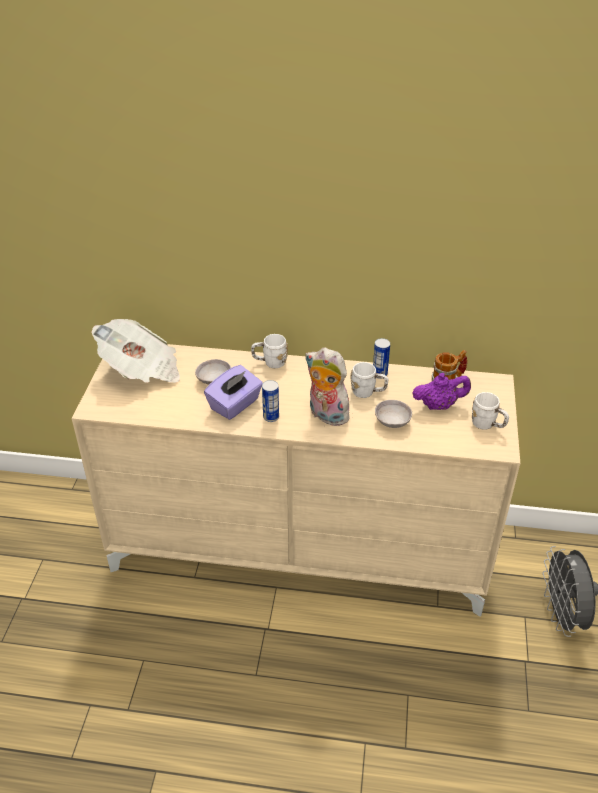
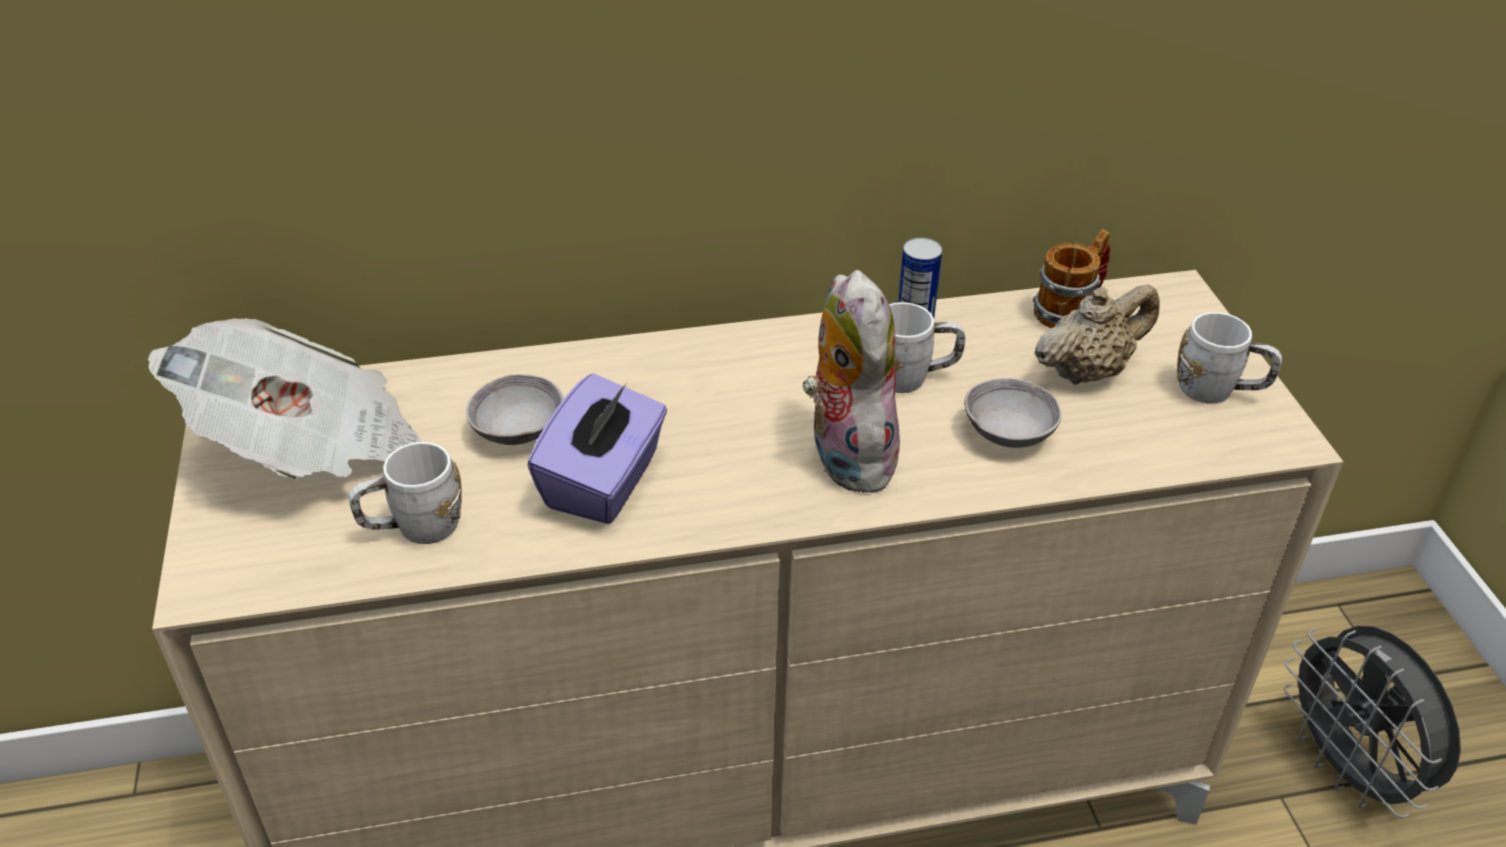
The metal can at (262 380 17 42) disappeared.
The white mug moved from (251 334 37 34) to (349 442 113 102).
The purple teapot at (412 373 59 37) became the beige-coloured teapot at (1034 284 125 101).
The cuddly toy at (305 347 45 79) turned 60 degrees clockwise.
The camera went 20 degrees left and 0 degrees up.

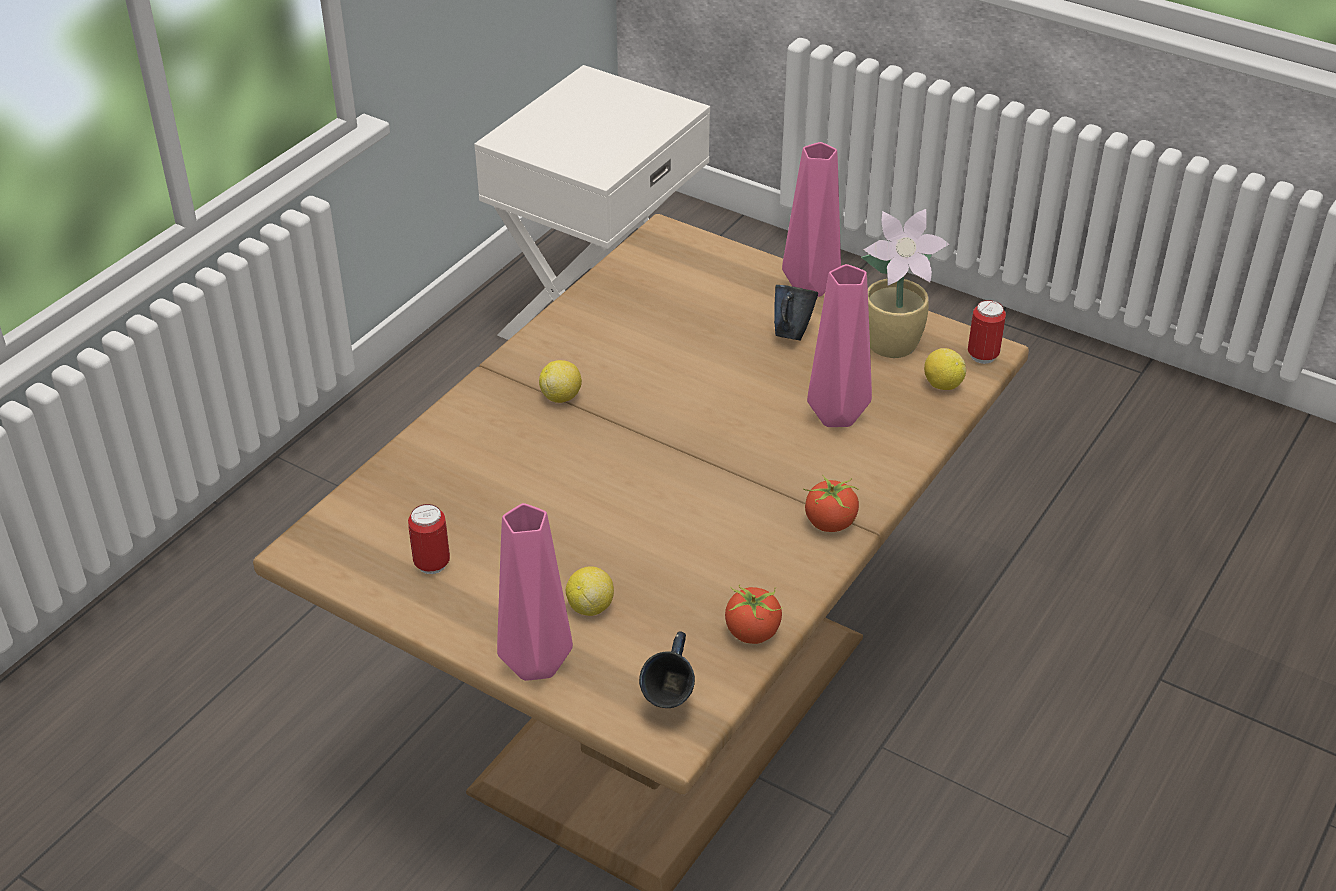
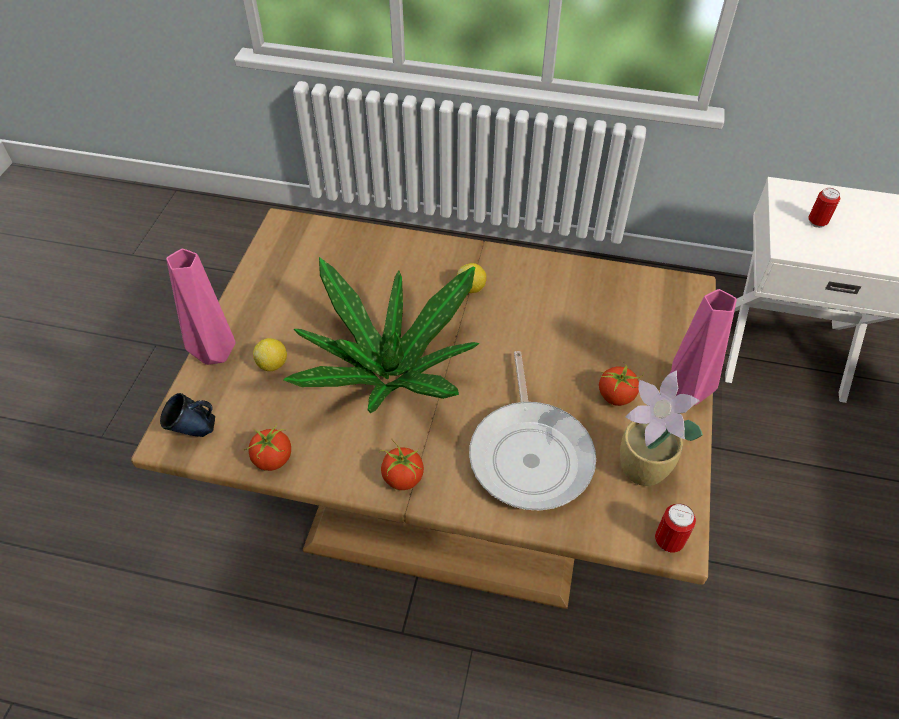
The citrus fruit at (924 348 42 42) disappeared.
The houseplant at (284 257 195 156) appeared.
The metal can moved from (408 504 42 70) to (808 188 32 40).
The blue-coloured mug at (774 285 44 56) was replaced by the whole tomato at (599 363 45 43).
The pink-coloured decorative vase at (807 264 65 163) was replaced by the pan at (469 351 127 159).
The camera went 70 degrees right and 10 degrees up.

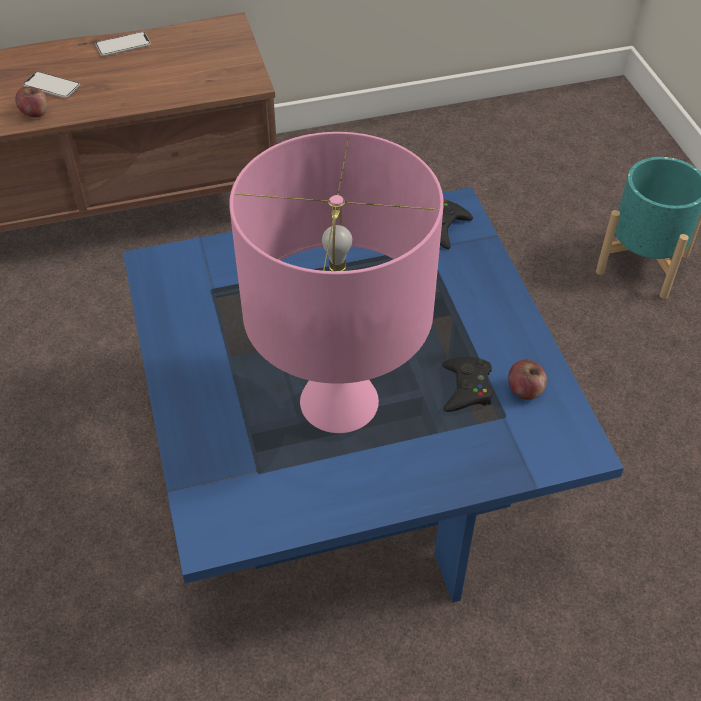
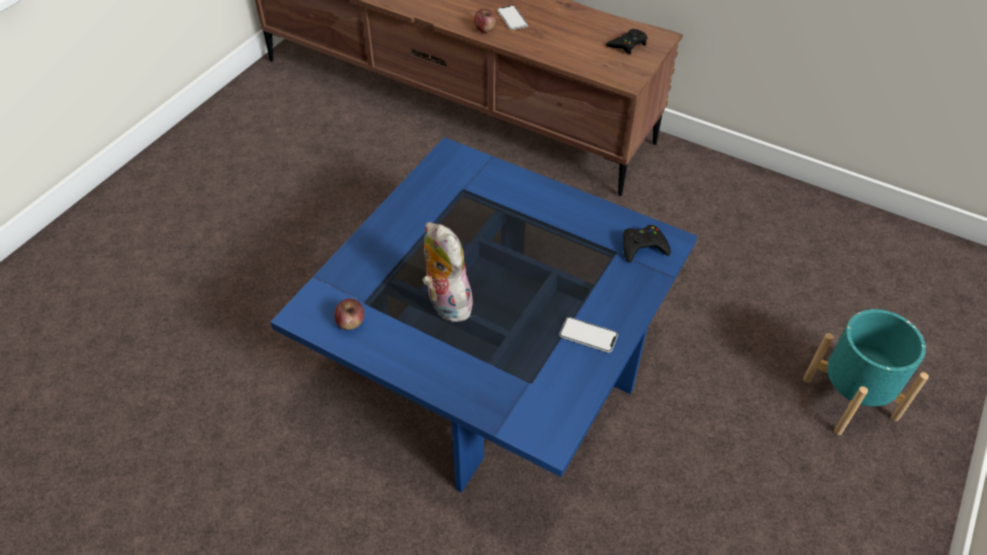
The telephone moved from (95 32 56 24) to (559 317 59 36).
The black-coloured gamepad moved from (442 357 51 55) to (606 29 42 25).
The apple fruit moved from (508 360 39 40) to (334 299 30 31).
The pink-coloured tabletop lamp at (229 132 215 301) was replaced by the cuddly toy at (422 222 54 100).
The camera went 45 degrees right and 0 degrees up.

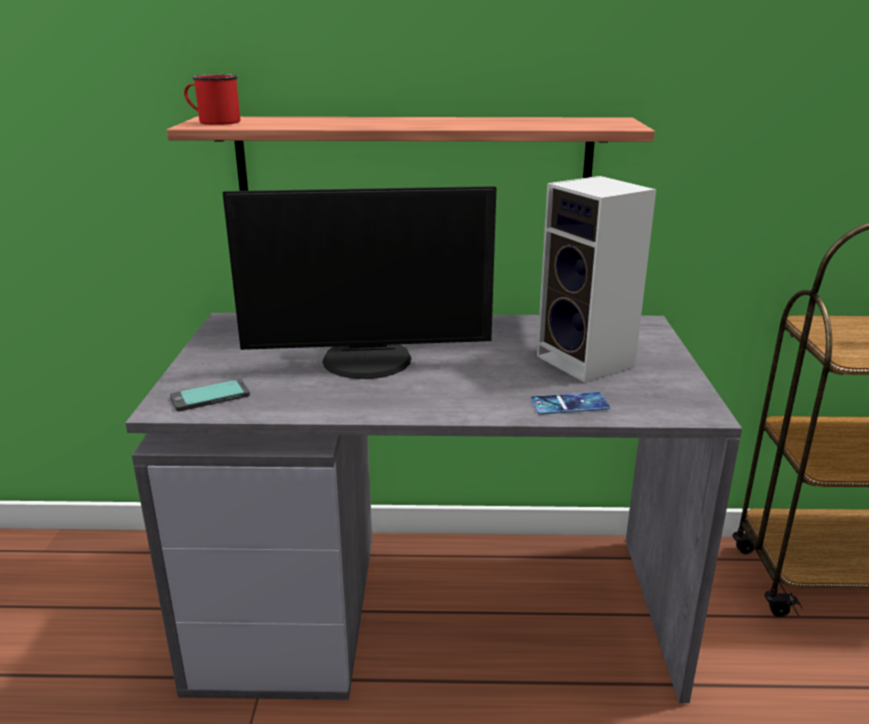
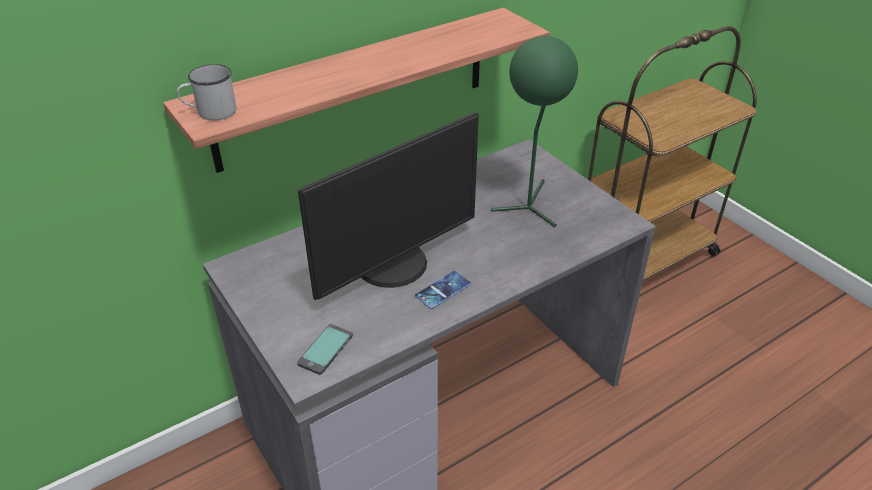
The telephone moved from (531 392 79 22) to (415 270 56 39).
The speaker at (537 176 119 207) was replaced by the green tabletop lamp at (491 36 87 191).
The red mug at (184 74 56 51) became the white mug at (177 64 60 56).
The camera went 35 degrees left and 15 degrees up.

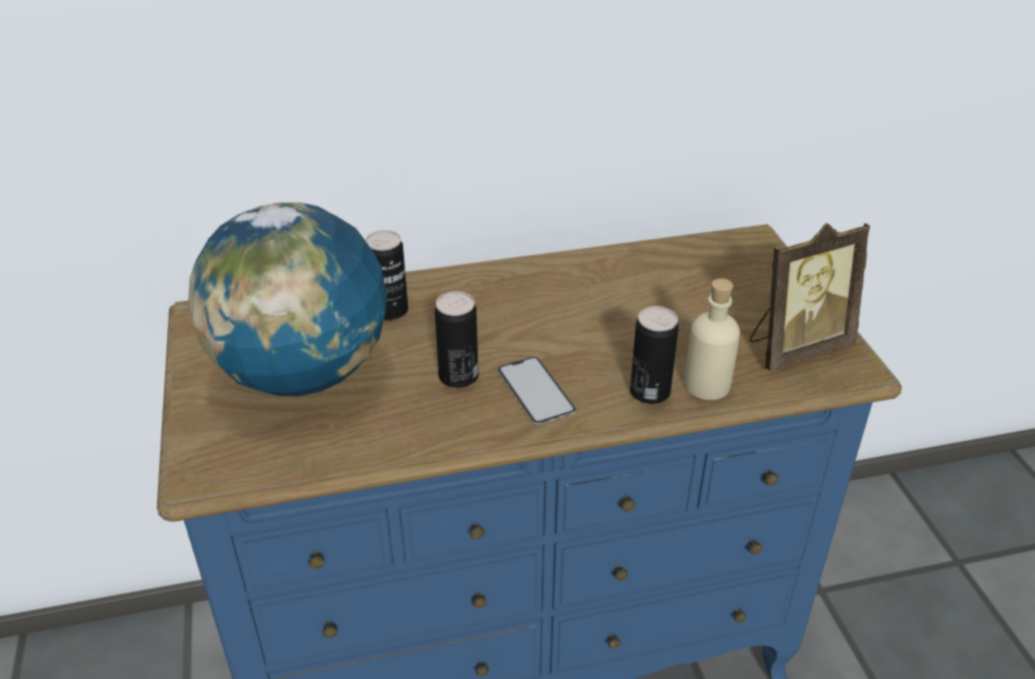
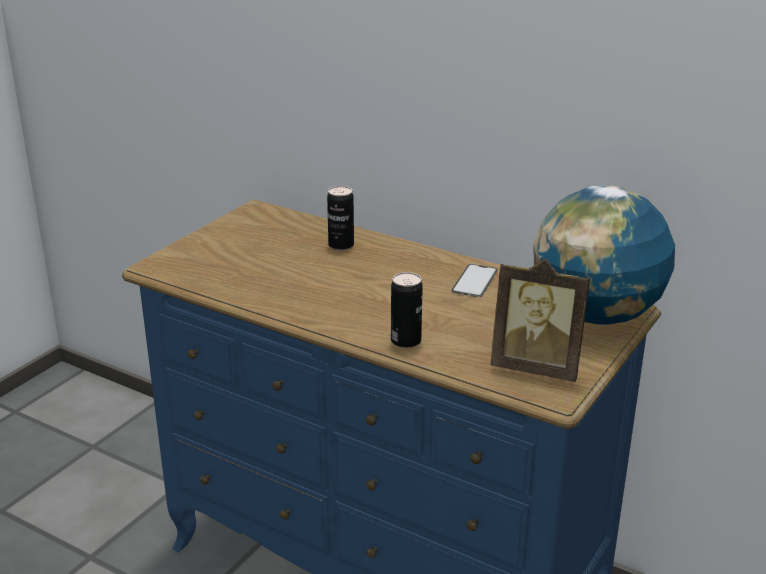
The metal can at (435 291 43 97) disappeared.
The beige-coloured drink bottle at (684 278 56 122) disappeared.
The desk globe moved from (188 202 199 194) to (533 185 142 140).
The telephone moved from (498 357 78 68) to (451 264 47 33).
The camera went 45 degrees right and 10 degrees down.

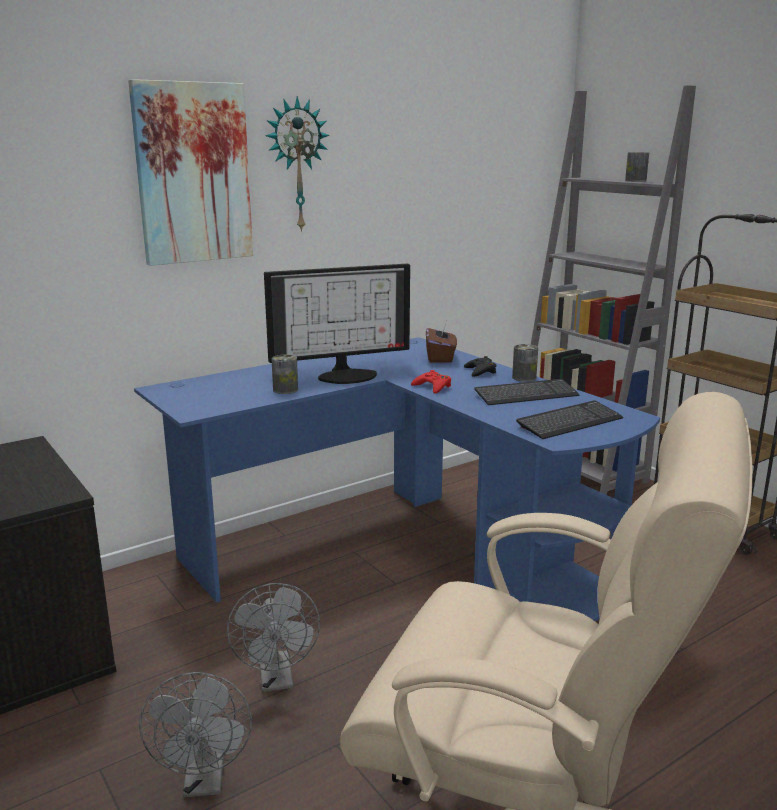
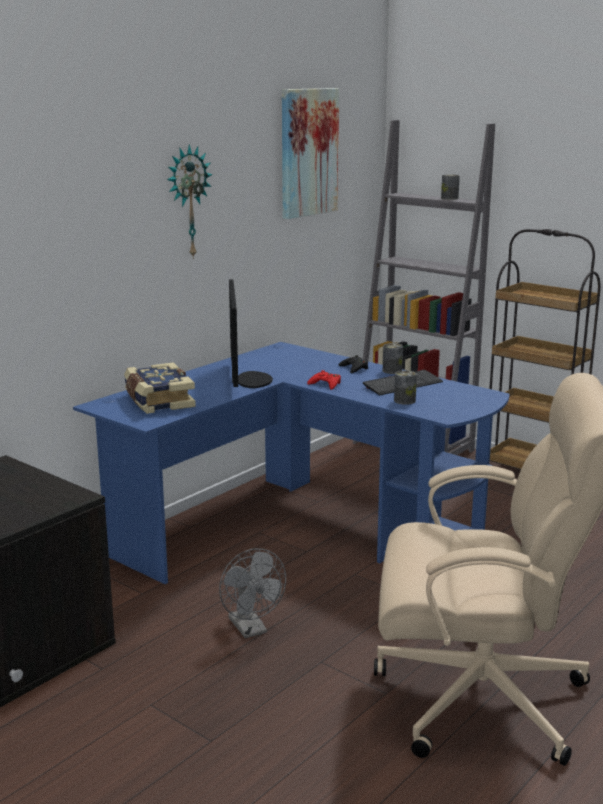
The grey fan at (139 672 113 125) disappeared.
The brown-coloured tissue holder at (426 323 31 40) disappeared.
The keyboard at (516 401 107 38) disappeared.
The book at (124 362 72 52) appeared.
The wall art moved from (128 79 125 187) to (282 88 57 131).
The metal can moved from (271 355 27 39) to (394 370 23 35).
The monitor at (264 263 146 121) turned 60 degrees counterclockwise.
The camera went 15 degrees left and 0 degrees up.

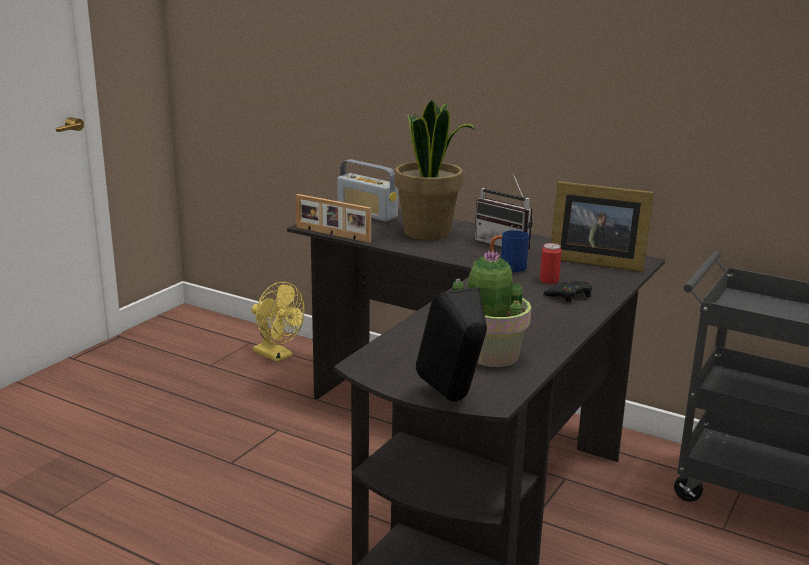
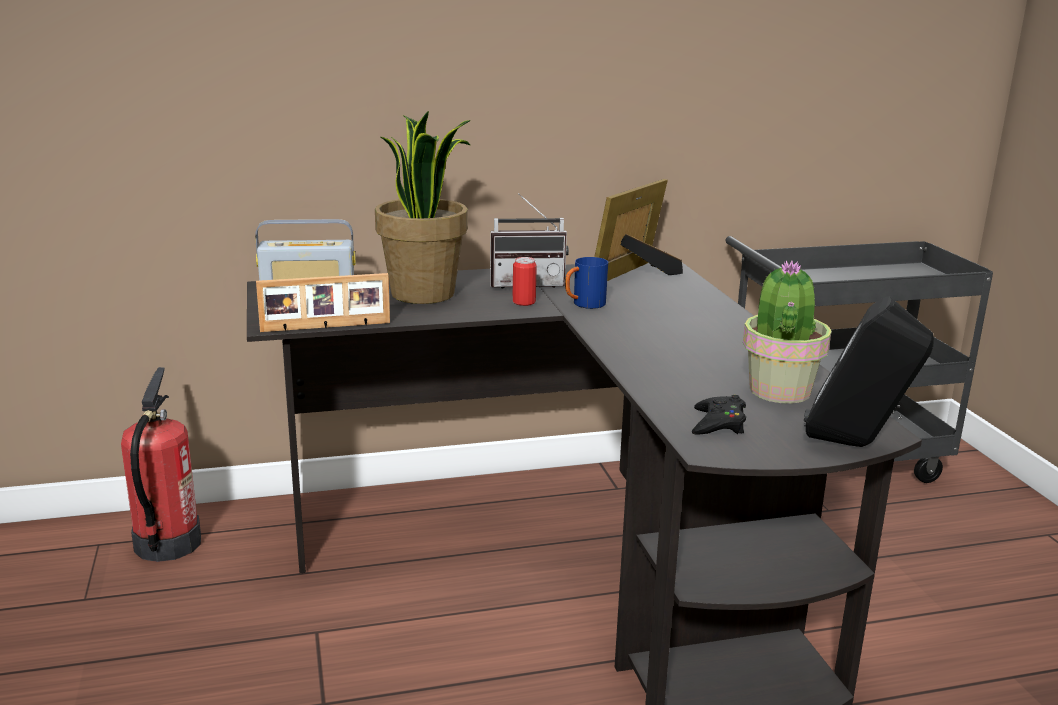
The metal can moved from (540 243 22 41) to (512 257 25 49).
The black-coloured gamepad moved from (544 280 48 23) to (692 395 54 40).
The yellowish fan at (251 282 54 80) was replaced by the extinguisher at (121 367 80 195).
The standing frame at (551 181 103 91) turned 150 degrees clockwise.
The camera went 45 degrees left and 0 degrees up.

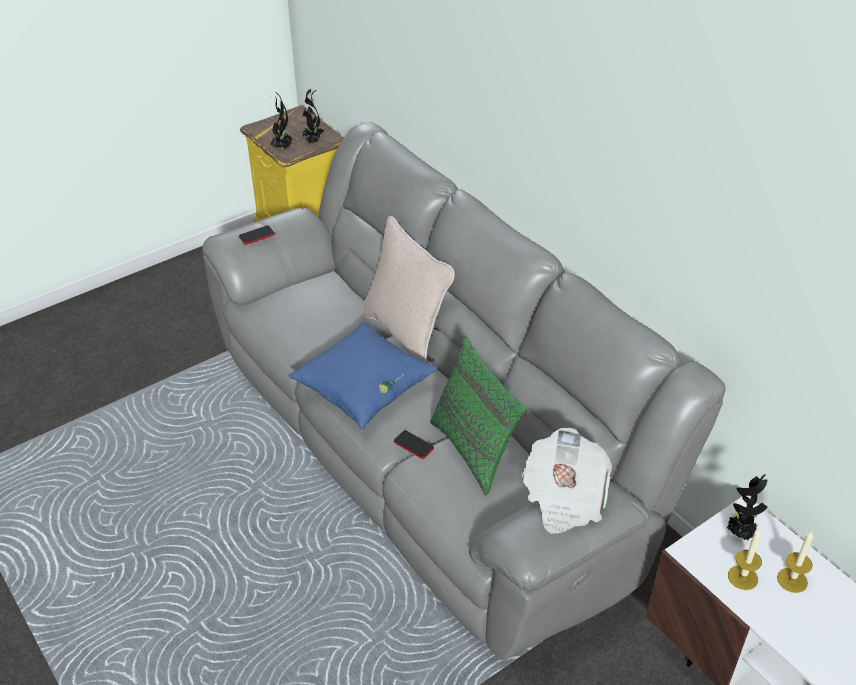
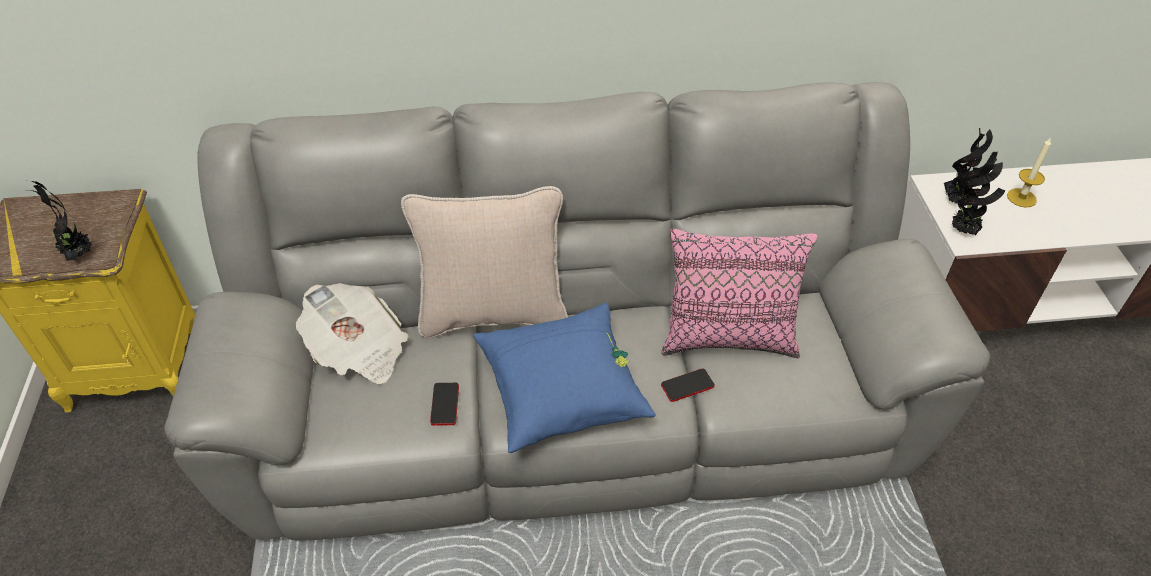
The wax candle at (728 528 34 62) disappeared.
The telephone moved from (239 226 36 19) to (430 383 29 43).
The houseplant moved from (302 88 22 56) to (952 158 53 77).
The printed paper moved from (522 428 90 106) to (296 283 112 101).
The green throw pillow at (430 336 96 159) became the pink-coloured throw pillow at (661 229 157 129).
The camera went 60 degrees left and 5 degrees up.

